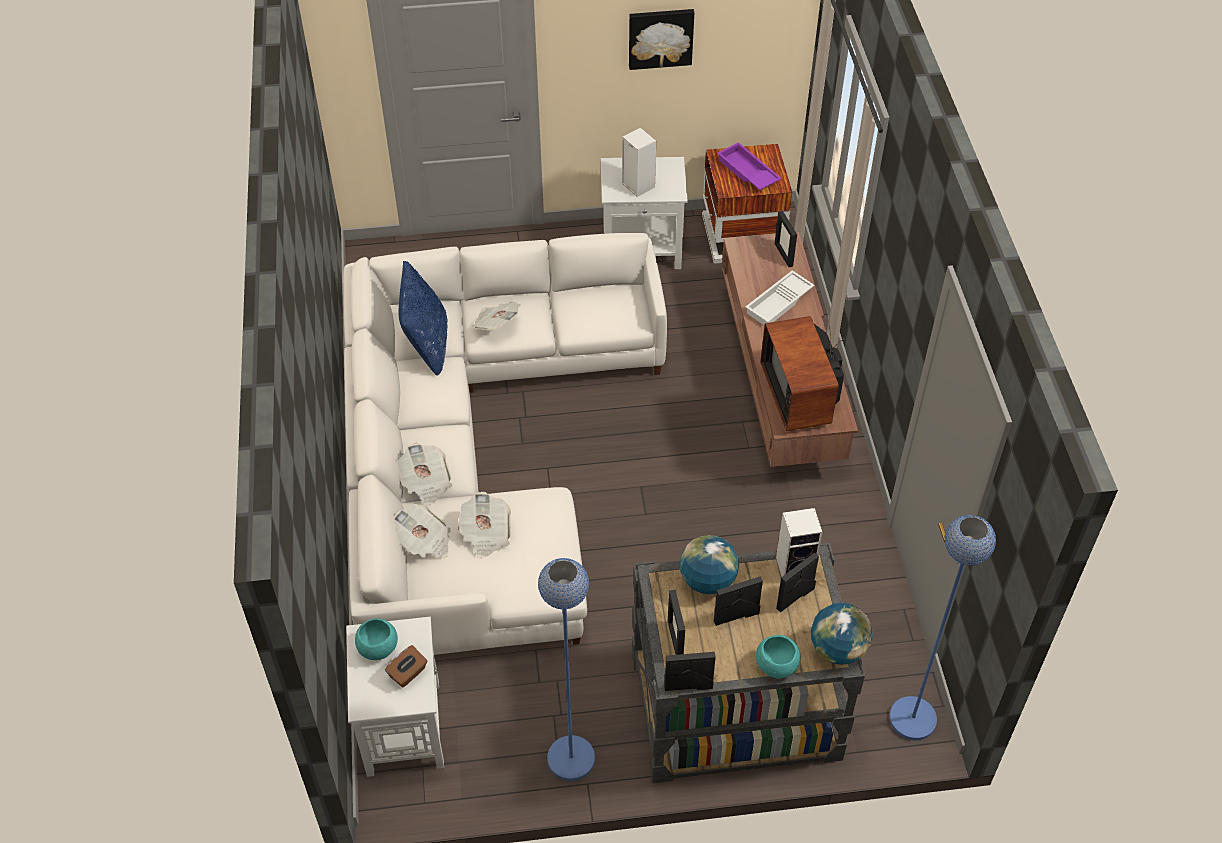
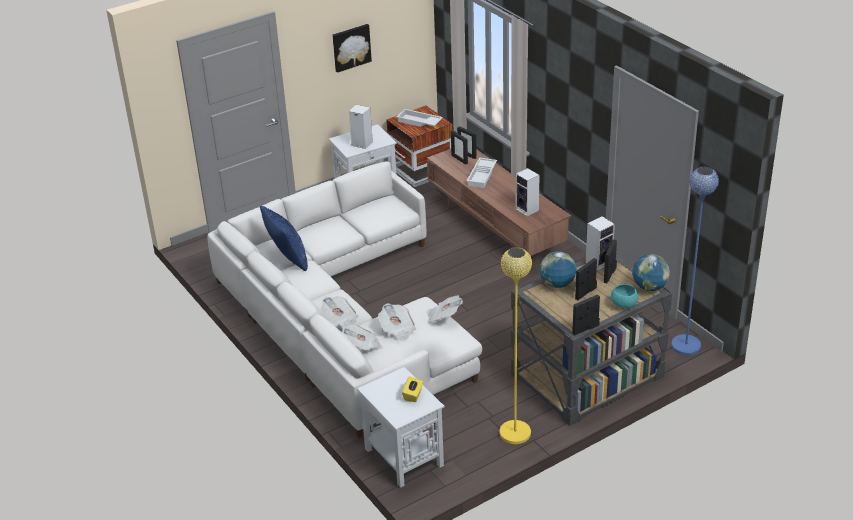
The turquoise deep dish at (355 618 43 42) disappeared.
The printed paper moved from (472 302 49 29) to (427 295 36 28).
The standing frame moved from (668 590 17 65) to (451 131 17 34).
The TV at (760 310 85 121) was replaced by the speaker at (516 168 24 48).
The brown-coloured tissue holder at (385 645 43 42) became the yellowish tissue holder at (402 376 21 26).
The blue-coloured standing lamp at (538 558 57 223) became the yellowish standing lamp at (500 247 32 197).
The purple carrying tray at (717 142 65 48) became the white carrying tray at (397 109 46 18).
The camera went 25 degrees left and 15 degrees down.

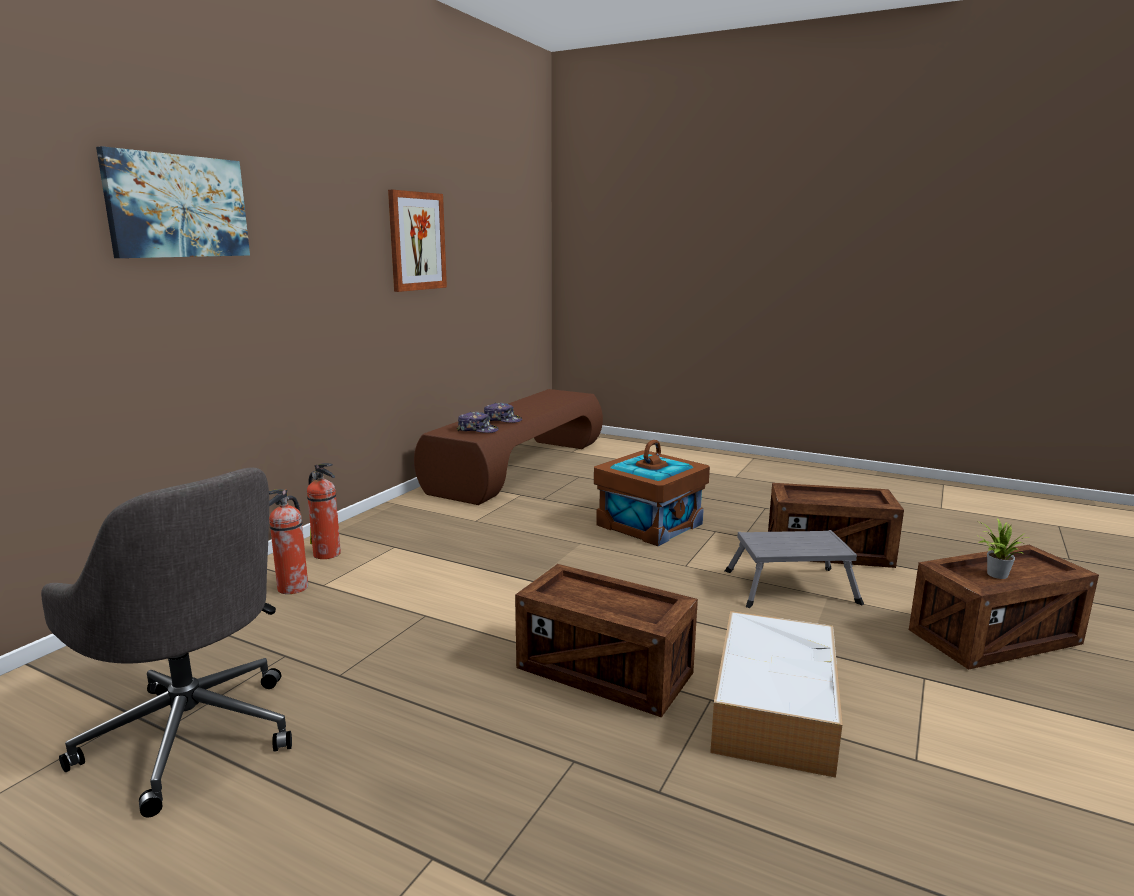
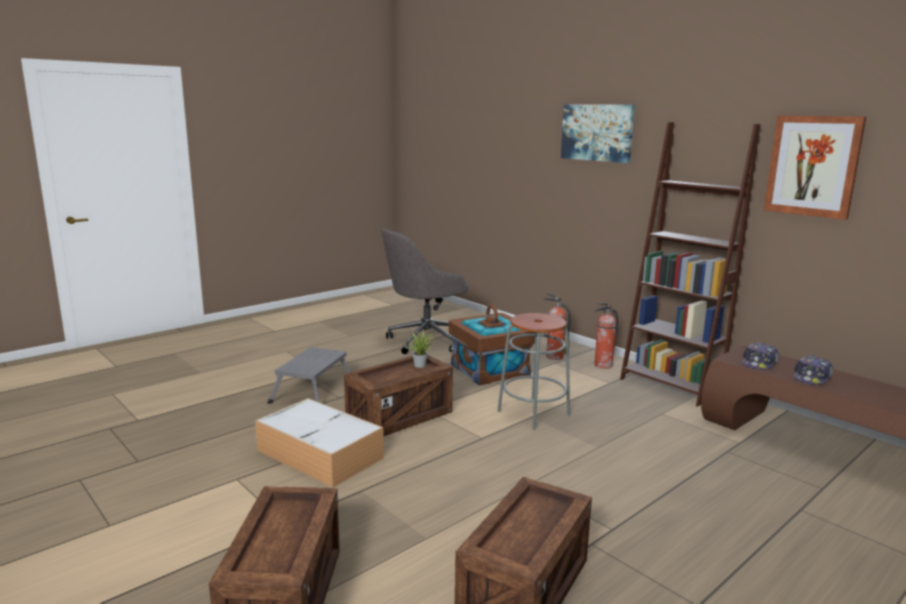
The grey stool seat at (497 313 73 117) appeared.
The brown-coloured bookcase at (620 122 141 285) appeared.
The brown-coloured storage container moved from (594 440 116 106) to (449 304 86 81).
The grey stepladder moved from (725 530 139 78) to (267 347 83 57).
The houseplant moved from (978 518 52 61) to (407 331 28 37).
The camera went 110 degrees right and 0 degrees up.

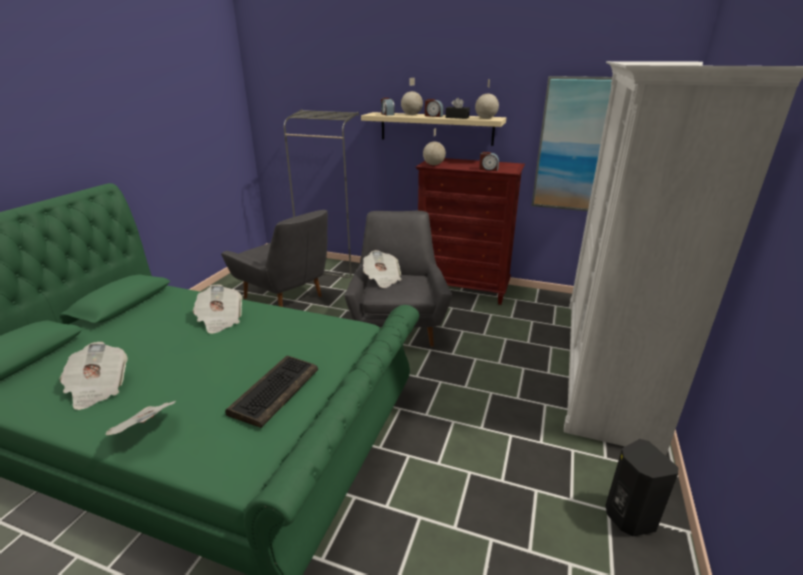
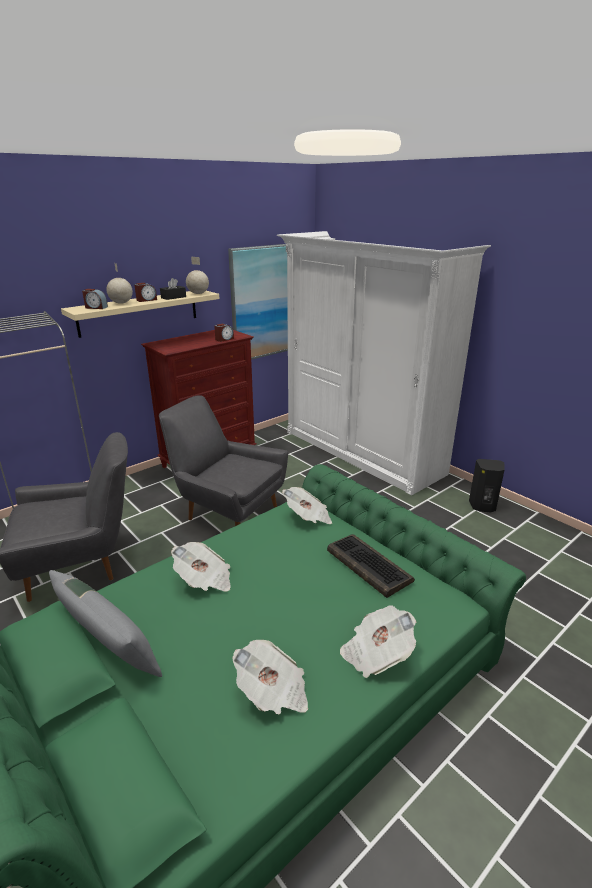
The desk globe at (423 128 23 37) disappeared.
The grey throw pillow at (49 570 113 107) appeared.
The printed paper moved from (363 250 38 38) to (282 487 50 37).
The camera went 60 degrees left and 0 degrees up.

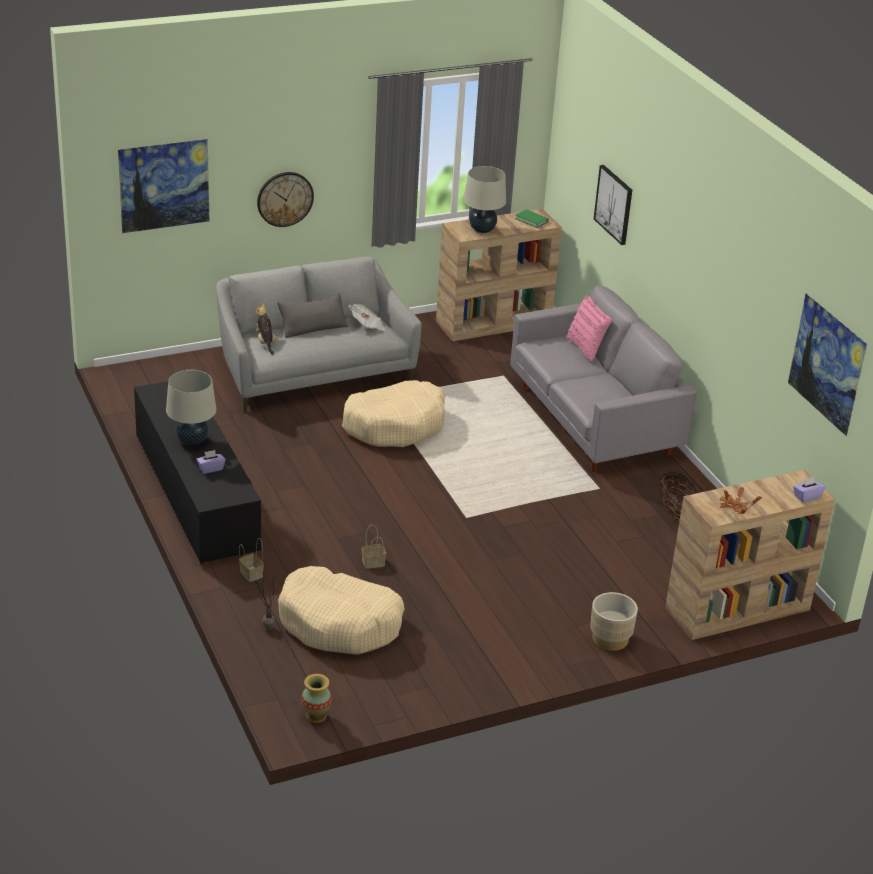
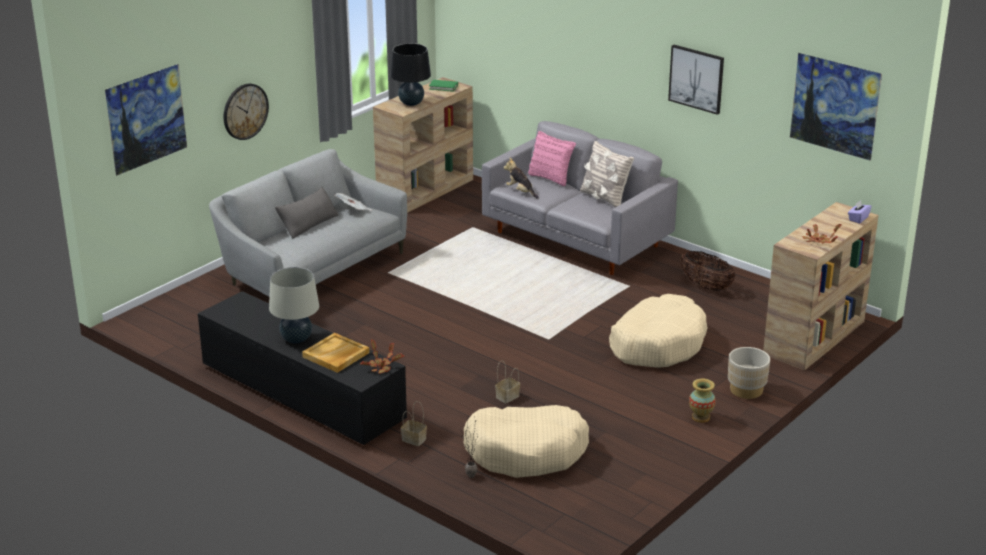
The houseplant at (360 339 44 35) appeared.
The beige-coloured throw pillow at (580 141 54 67) appeared.
The cuddly toy moved from (255 303 23 52) to (503 158 36 41).
The decorative vase moved from (301 674 31 49) to (689 379 27 44).
The beige-coloured dog bed moved from (342 380 102 67) to (609 294 98 74).
The wall art moved from (594 165 38 80) to (668 45 56 70).
The purple tissue holder at (196 450 29 24) was replaced by the beige-coloured carrying tray at (302 333 68 40).
The beige-coloured tabletop lamp at (463 166 43 67) became the black-coloured tabletop lamp at (391 43 40 63).
The camera went 25 degrees left and 5 degrees down.

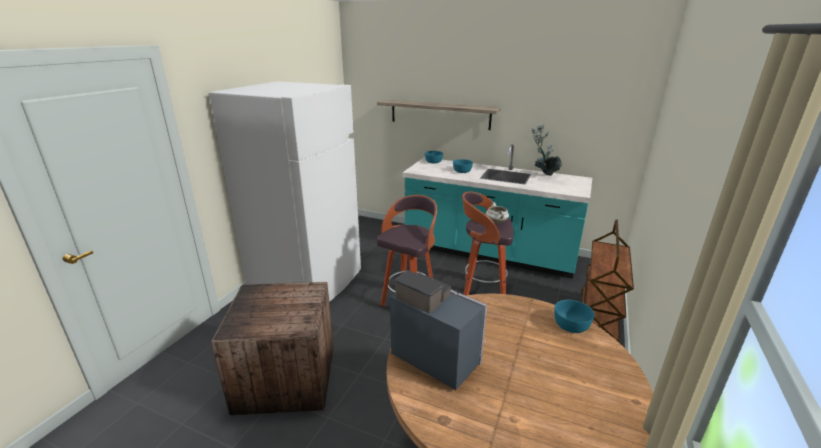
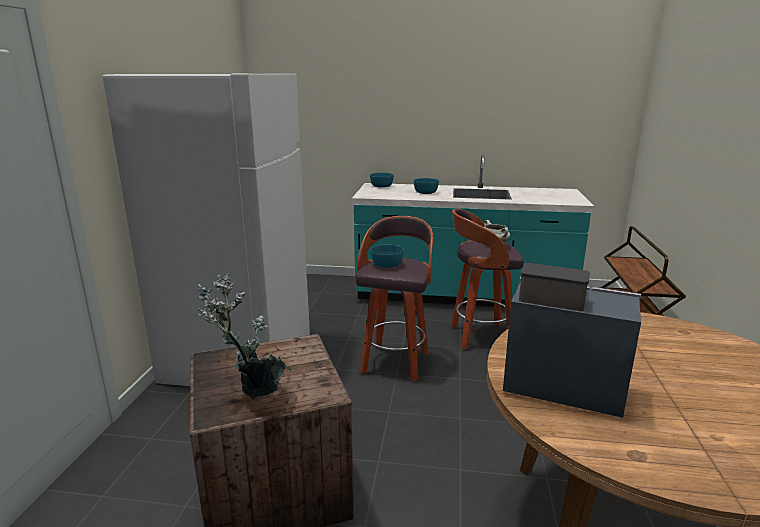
The wall shelf at (377 99 124 31) disappeared.
The houseplant moved from (532 124 30 52) to (197 273 94 126).
The turquoise deep dish moved from (554 300 40 33) to (371 244 33 24).
The camera went 15 degrees left and 5 degrees down.

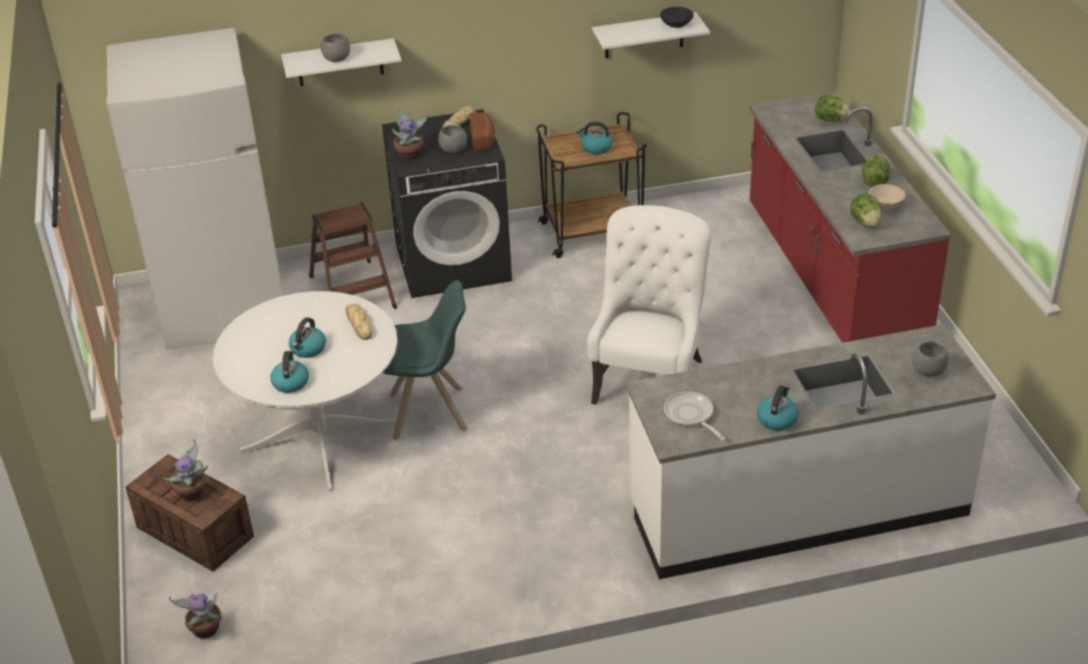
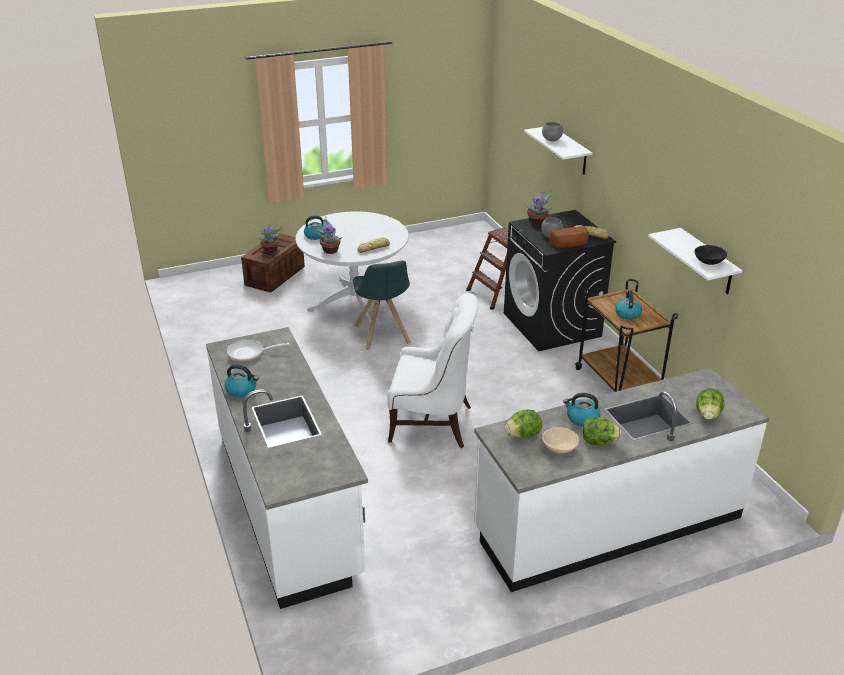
The white kitchen fridge at (106 28 178 322) disappeared.
The grey deep dish at (912 341 37 36) disappeared.
The houseplant moved from (169 593 52 46) to (314 216 28 38).
The kettle moved from (289 317 37 41) to (563 393 38 34).
The red kitchen base unit at (749 92 202 251) became the white kitchen base unit at (474 368 295 224).
The pan at (664 391 62 49) turned 150 degrees counterclockwise.
The camera went 80 degrees right and 5 degrees down.

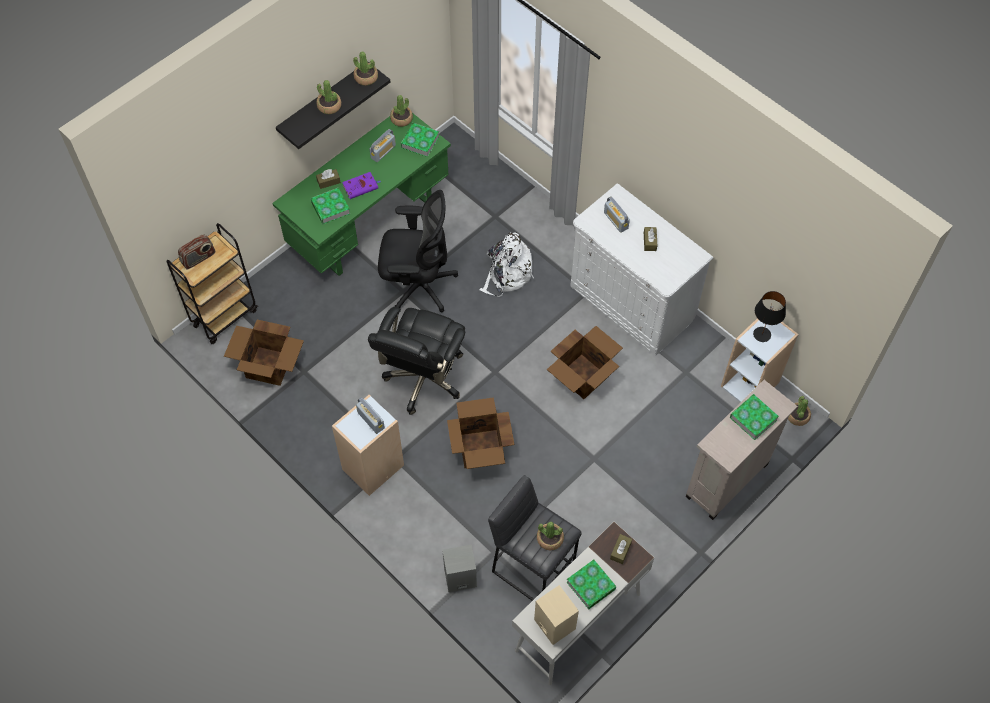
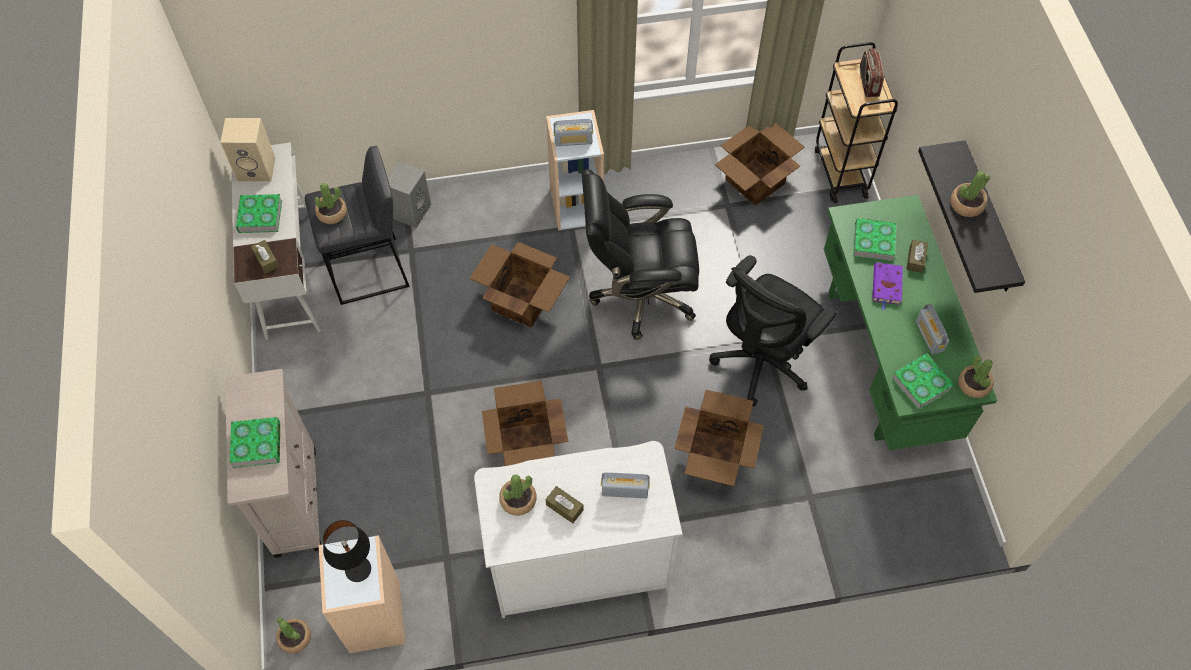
The houseplant moved from (353 51 25 35) to (499 474 38 42).
The white rucksack at (479 232 55 65) was replaced by the cardboard box at (674 390 90 96).
The black-coloured office chair at (368 307 97 108) turned 60 degrees counterclockwise.
The camera went 125 degrees right and 0 degrees up.

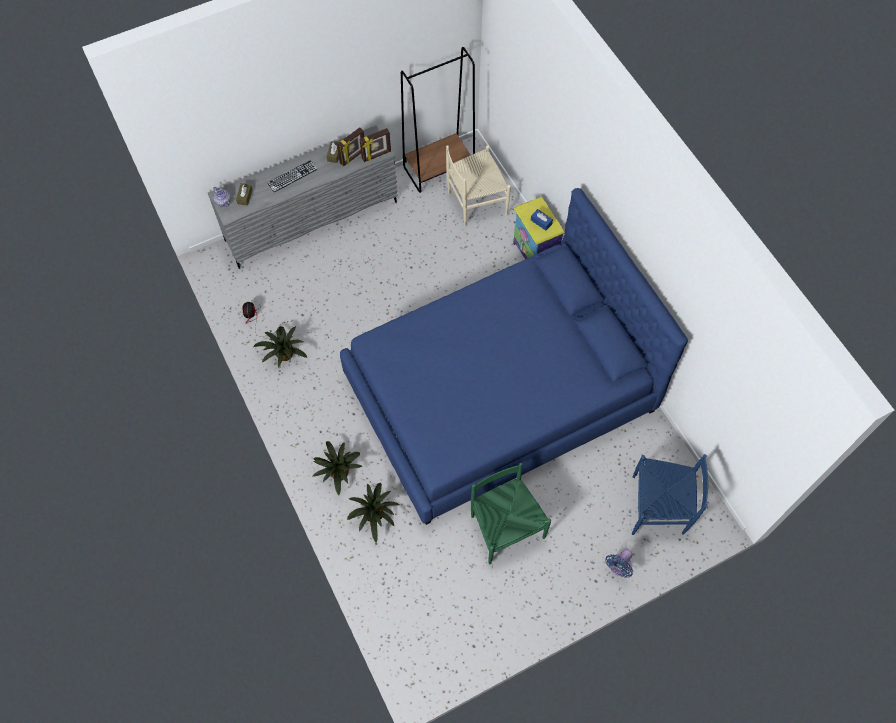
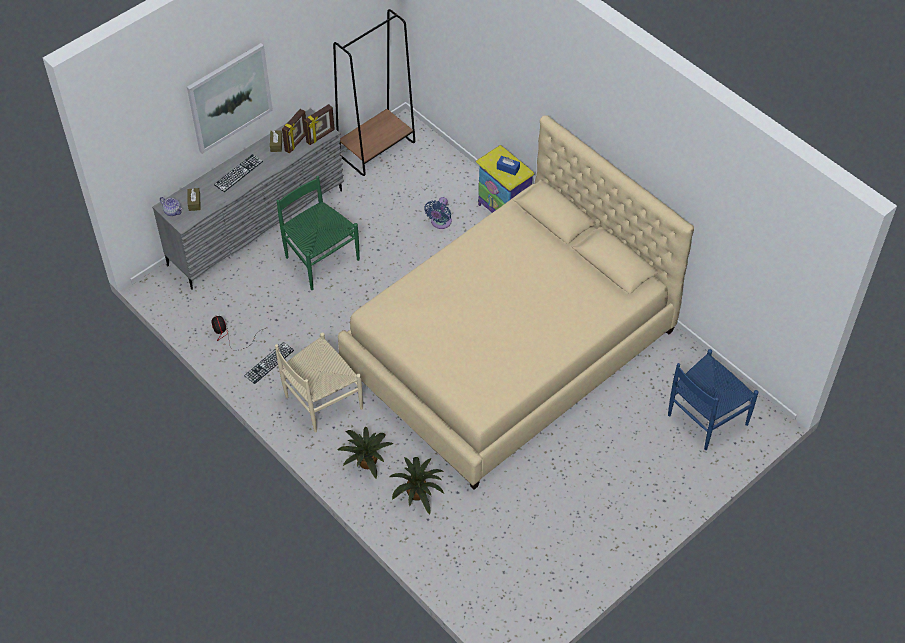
The wall art at (187 43 86 111) appeared.
The beige-coloured upright chair moved from (446 145 65 81) to (275 332 88 100).
The green upright chair moved from (471 463 80 101) to (277 176 83 114).
The blue-coloured fan moved from (605 549 28 29) to (424 197 28 32).
The houseplant at (253 326 54 42) was replaced by the keyboard at (244 342 50 42).
The blue-coloured sleeping bed at (340 188 348 337) became the beige-coloured sleeping bed at (338 115 356 375).
The blue-coloured upright chair at (632 454 76 81) turned 150 degrees clockwise.
The camera went 15 degrees left and 10 degrees down.

